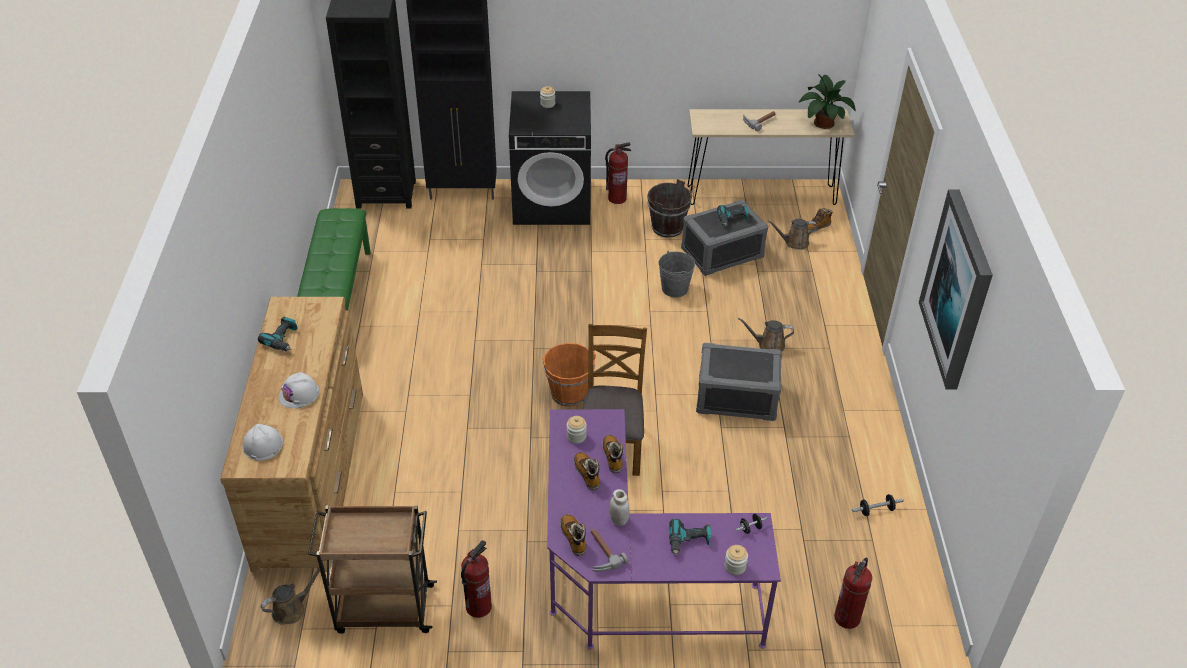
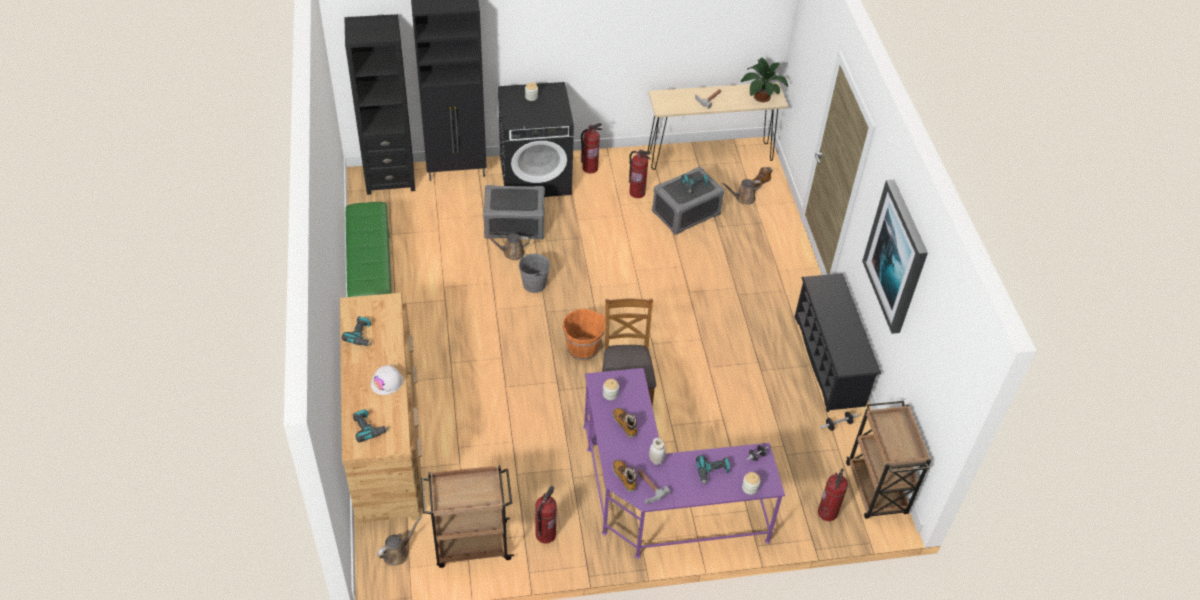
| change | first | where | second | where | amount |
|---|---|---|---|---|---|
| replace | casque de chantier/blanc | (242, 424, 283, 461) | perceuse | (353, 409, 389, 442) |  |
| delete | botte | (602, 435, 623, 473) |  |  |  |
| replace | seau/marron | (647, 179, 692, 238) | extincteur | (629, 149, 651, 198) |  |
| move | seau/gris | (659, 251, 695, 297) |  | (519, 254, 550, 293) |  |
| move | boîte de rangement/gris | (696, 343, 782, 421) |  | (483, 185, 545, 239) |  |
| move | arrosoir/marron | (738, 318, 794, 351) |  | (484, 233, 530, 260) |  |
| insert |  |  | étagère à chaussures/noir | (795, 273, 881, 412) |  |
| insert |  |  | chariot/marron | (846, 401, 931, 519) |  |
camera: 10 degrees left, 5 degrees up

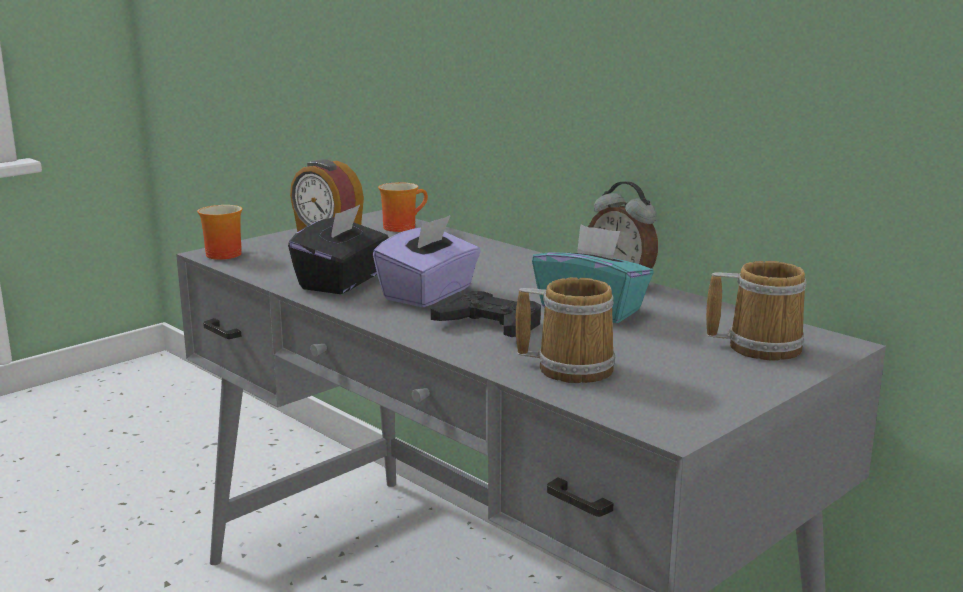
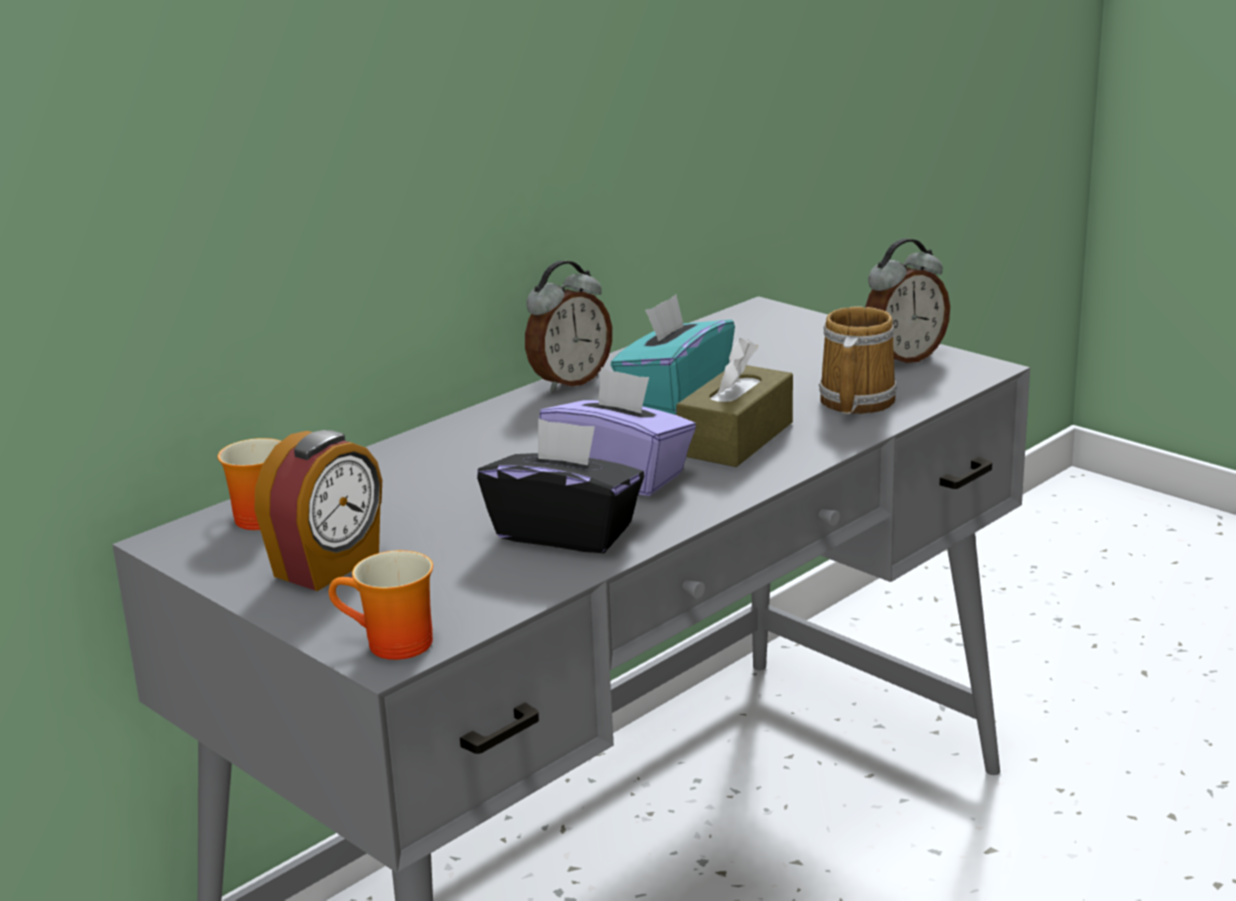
| change | first | where | second | where | amount |
|---|---|---|---|---|---|
| replace | manette/noir | (431, 291, 541, 337) | boîte à mouchoirs/marron | (676, 338, 793, 467) |  |
| delete | mug | (706, 261, 806, 361) |  |  |  |
| insert |  |  | réveil | (865, 238, 950, 363) |  |
camera: 90 degrees left, 5 degrees up

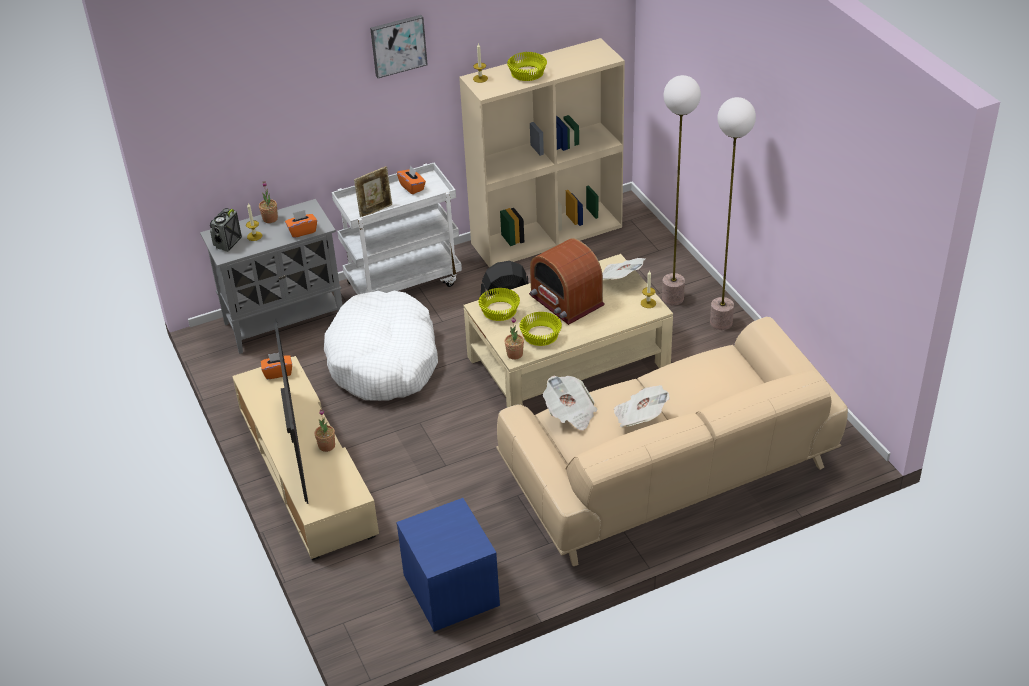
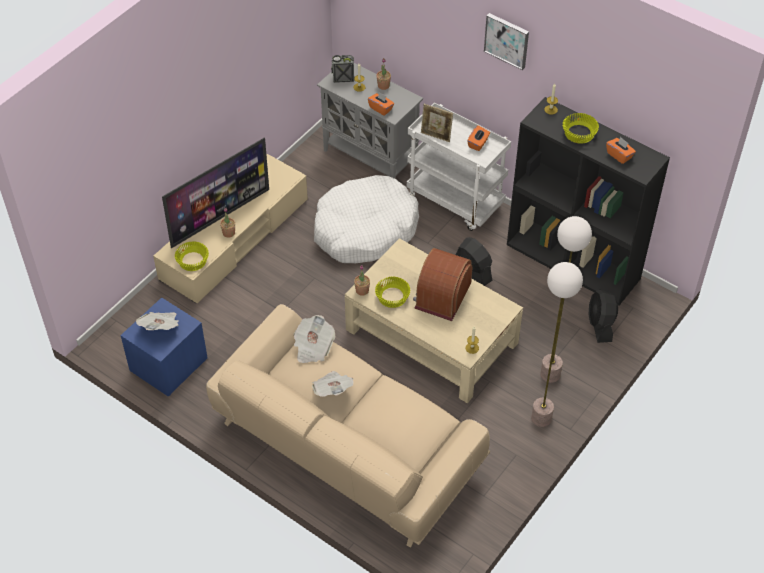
| change | first | where | second | where | amount |
|---|---|---|---|---|---|
| move | boîte à mouchoirs/orange | (261, 353, 292, 379) |  | (606, 137, 636, 164) |  |
| recolor | bibliothèque/beige | (459, 38, 625, 267) | bibliothèque/noir | (507, 97, 670, 306) |  |
| move | bol/jaune | (479, 288, 520, 321) |  | (175, 241, 209, 271) |  |
| move | journal | (602, 258, 646, 279) |  | (136, 312, 179, 330) |  |
| insert |  |  | ventilateur/noir | (589, 289, 618, 343) |  |
camera: 60 degrees right, 10 degrees up

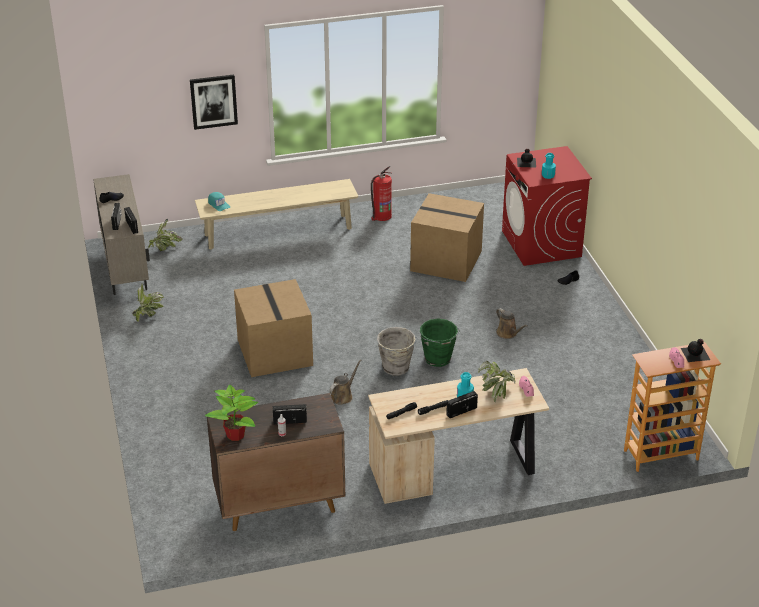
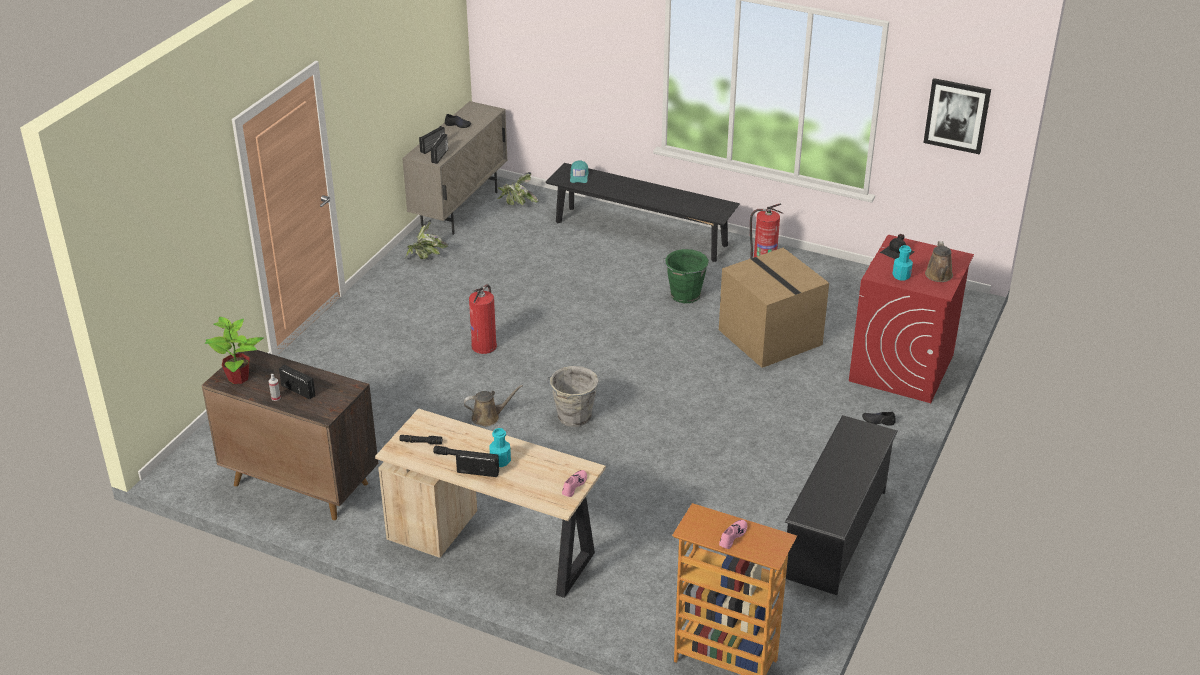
| change | first | where | second | where | amount |
|---|---|---|---|---|---|
| move | tableau | (190, 75, 238, 130) |  | (923, 78, 991, 155) |  |
| recolor | banc/beige | (195, 179, 358, 250) | banc/noir | (546, 163, 740, 262) |  |
| replace | carton | (234, 279, 313, 377) | extincteur | (469, 284, 497, 354) |  |
| move | seau/vert | (420, 318, 460, 367) |  | (663, 249, 709, 303) |  |
| delete | plante en pot | (478, 361, 515, 402) |  |  |  |
| move | arrosoir/marron | (496, 308, 528, 339) |  | (925, 241, 953, 282) |  |
| delete | bouteille/noir | (681, 339, 710, 362) |  |  |  |
| insert |  |  | étagère à chaussures/noir | (785, 415, 898, 595) |  |
camera: 40 degrees right, 0 degrees up

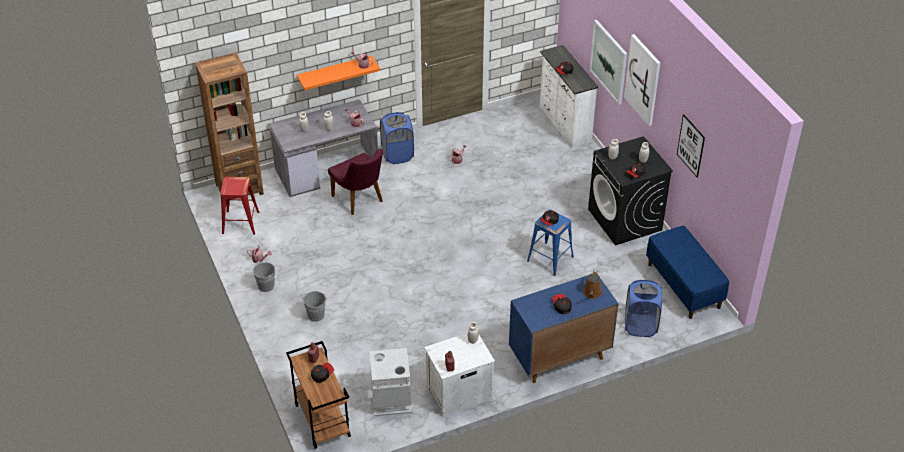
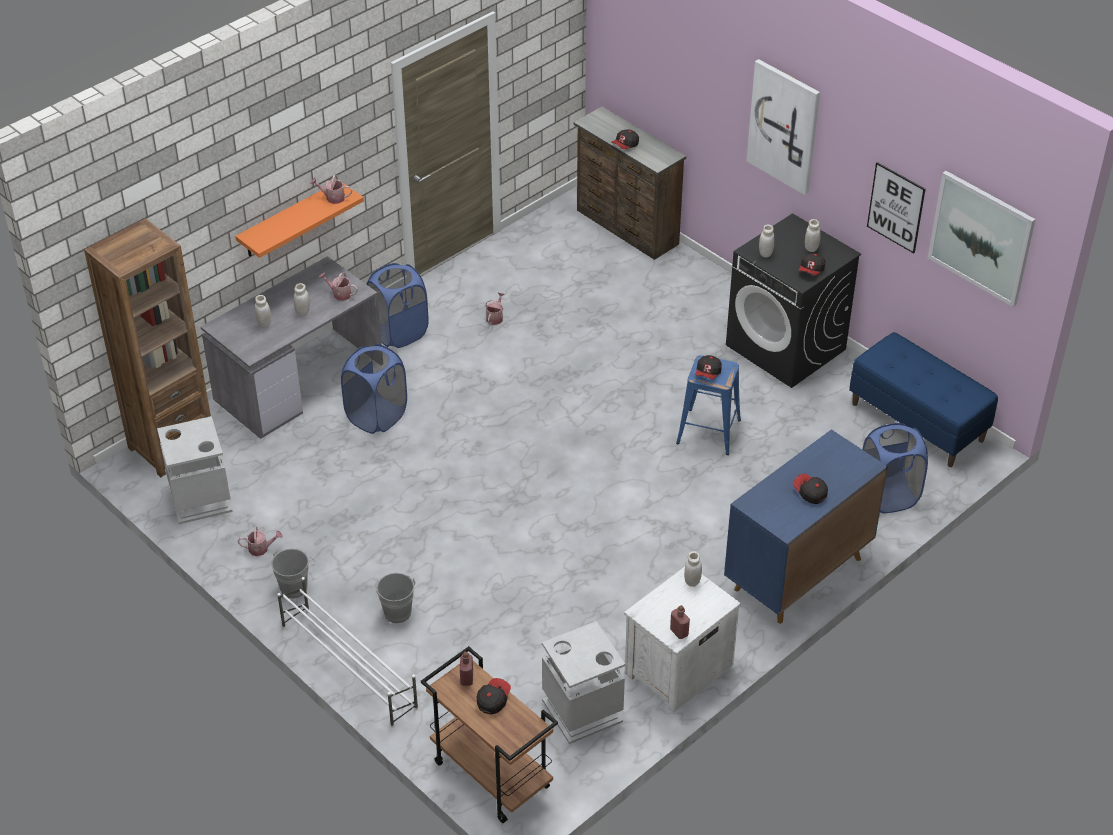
| change | first | where | second | where | amount |
|---|---|---|---|---|---|
| replace | tabouret/rouge | (220, 177, 259, 235) | poubelle/gris | (157, 416, 233, 524) |  |
| replace | chaise/violet | (328, 149, 383, 215) | panier à linge/bleu | (341, 344, 407, 434) |  |
| recolor | commode/blanc | (540, 45, 598, 147) | commode/marron | (573, 107, 686, 260) |  |
| delete | arrosoir/marron | (583, 269, 602, 299) |  |  |  |
| move | tableau | (590, 20, 627, 105) |  | (928, 171, 1036, 307) |  |
| insert |  |  | étagère à chaussures/blanc | (277, 577, 418, 728) |  |
camera: 20 degrees left, 0 degrees up

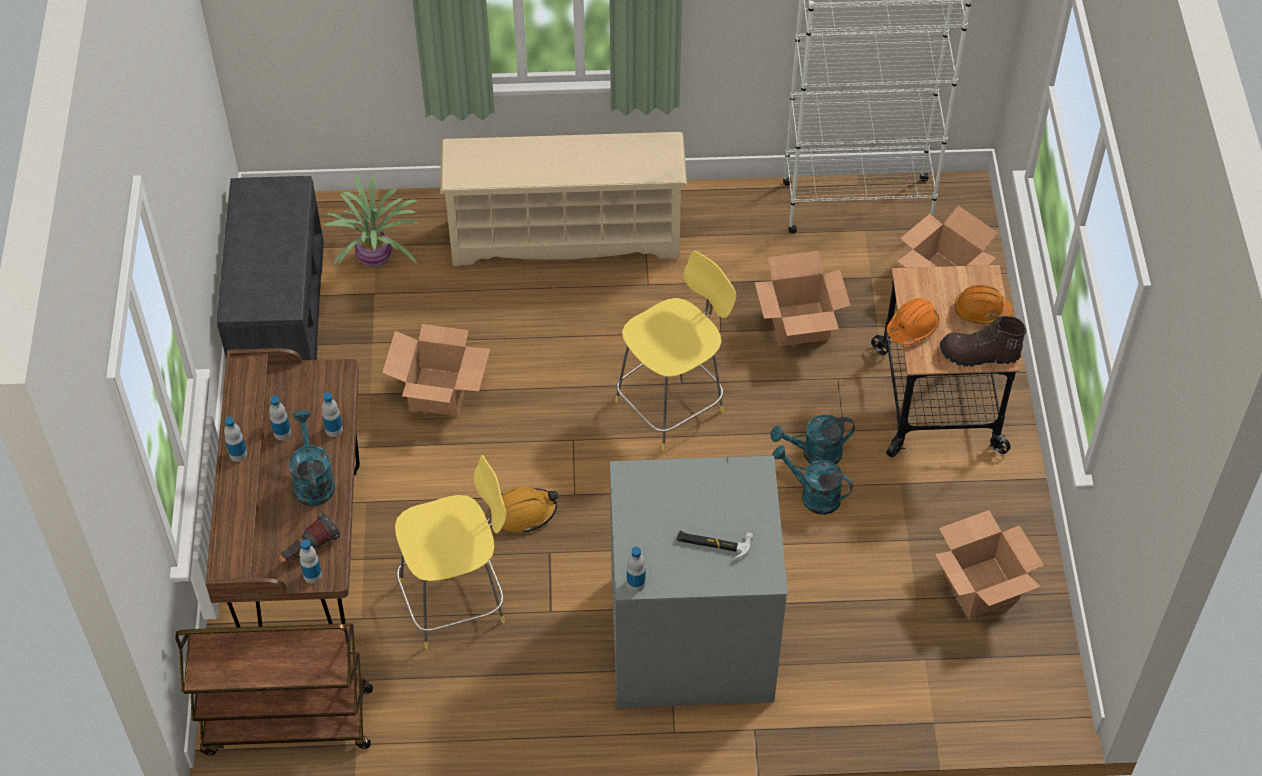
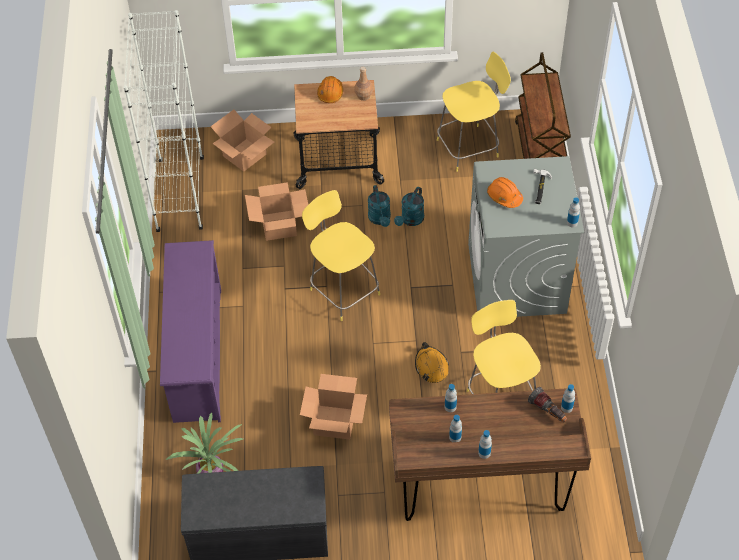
| change | first | where | second | where | amount |
|---|---|---|---|---|---|
| move | chariot/marron | (175, 623, 373, 755) |  | (515, 52, 571, 159) |  |
| delete | arrosoir/turquoise | (289, 410, 335, 506) |  |  |  |
| recolor | étagère à chaussures/beige | (440, 132, 687, 266) | étagère à chaussures/violet | (160, 240, 221, 423) |  |
| move | casque de chantier/orange | (887, 298, 939, 345) |  | (487, 177, 523, 208) |  |
| replace | carton | (935, 510, 1044, 618) | tabouret/jaune | (437, 52, 511, 172) |  |
| replace | botte/marron | (940, 316, 1026, 367) | bouteille/marron | (354, 67, 373, 101) |  |
camera: 90 degrees left, 0 degrees up

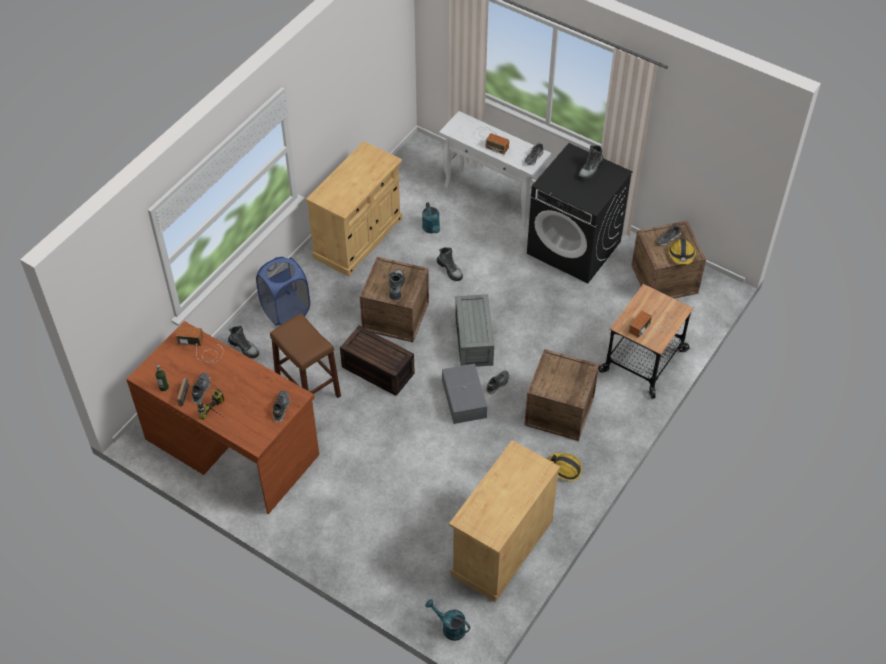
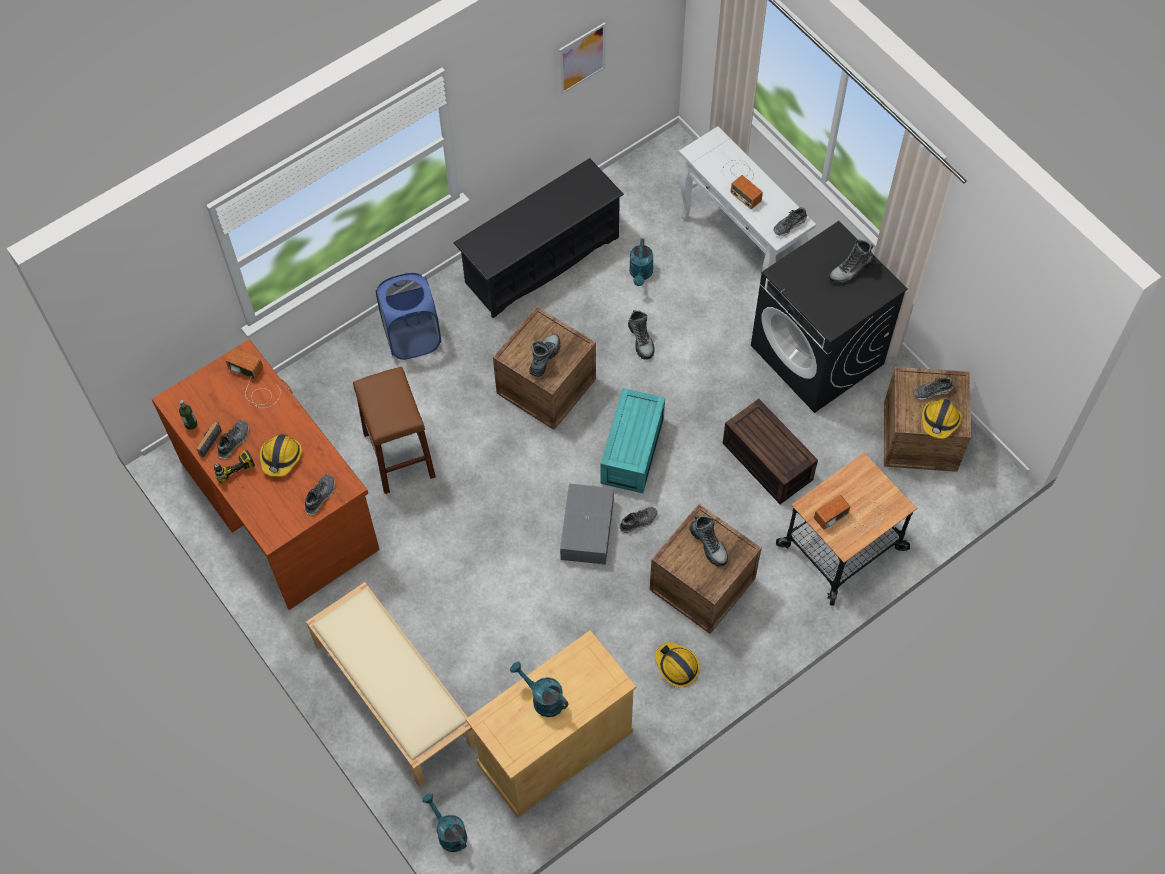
| change | first | where | second | where | amount |
|---|---|---|---|---|---|
| move | botte | (228, 326, 259, 359) |  | (690, 515, 728, 567) |  |
| replace | meuble de rangement/beige | (306, 141, 402, 277) | étagère à chaussures/noir | (453, 158, 624, 318) |  |
| move | boîte de rangement/marron | (340, 326, 415, 396) |  | (723, 399, 818, 504) |  |
| recolor | boîte de rangement/gris | (455, 294, 494, 367) | boîte de rangement/turquoise | (601, 388, 665, 493) |  |
| insert |  |  | casque de chantier | (260, 434, 302, 477) |  |
| insert |  |  | banc/beige | (306, 582, 476, 787) |  |
| insert |  |  | arrosoir/turquoise | (510, 662, 569, 717) |  |
| insert |  |  | tableau | (559, 22, 606, 95) |  |
camera: 20 degrees right, 10 degrees up

